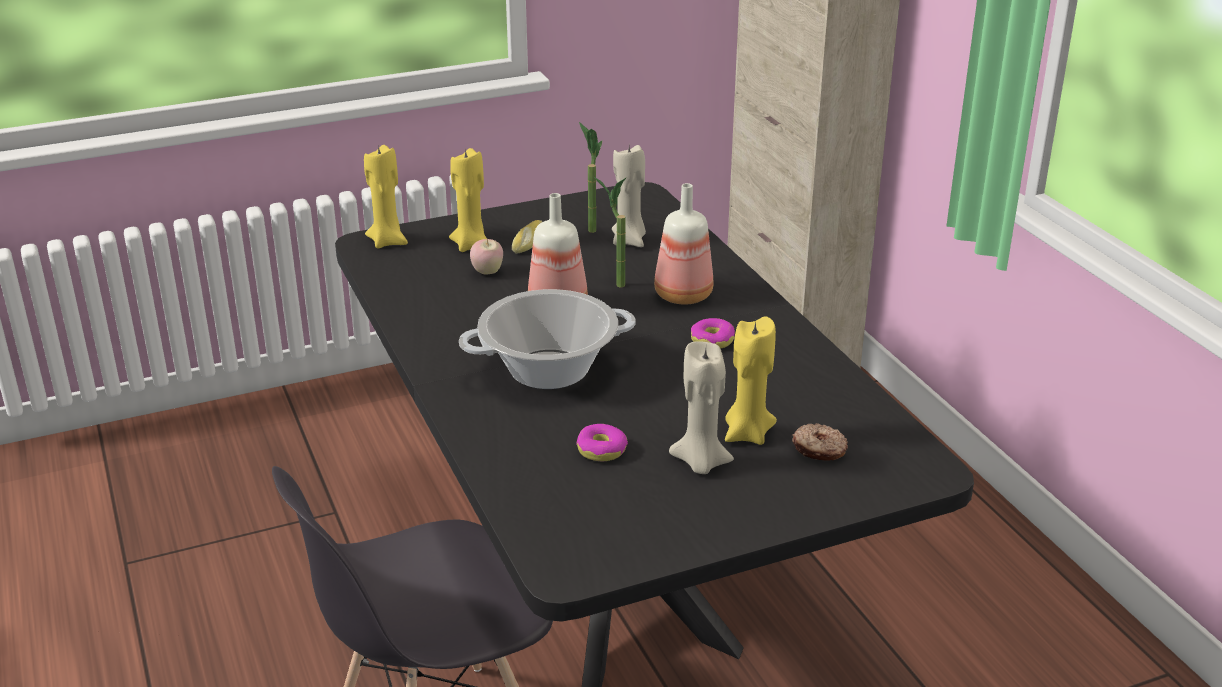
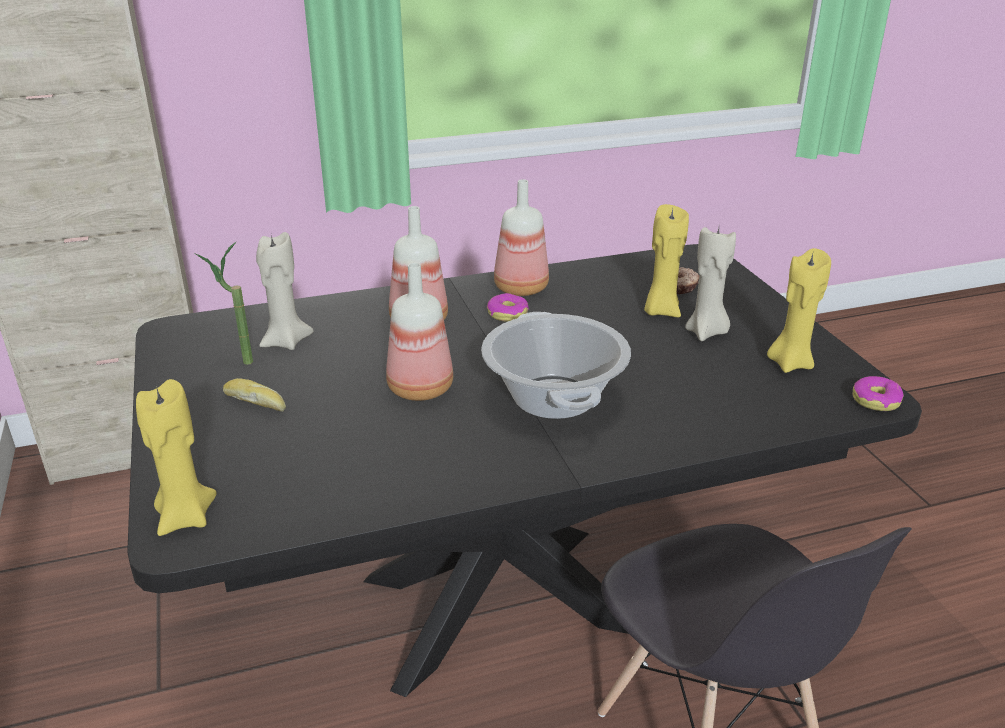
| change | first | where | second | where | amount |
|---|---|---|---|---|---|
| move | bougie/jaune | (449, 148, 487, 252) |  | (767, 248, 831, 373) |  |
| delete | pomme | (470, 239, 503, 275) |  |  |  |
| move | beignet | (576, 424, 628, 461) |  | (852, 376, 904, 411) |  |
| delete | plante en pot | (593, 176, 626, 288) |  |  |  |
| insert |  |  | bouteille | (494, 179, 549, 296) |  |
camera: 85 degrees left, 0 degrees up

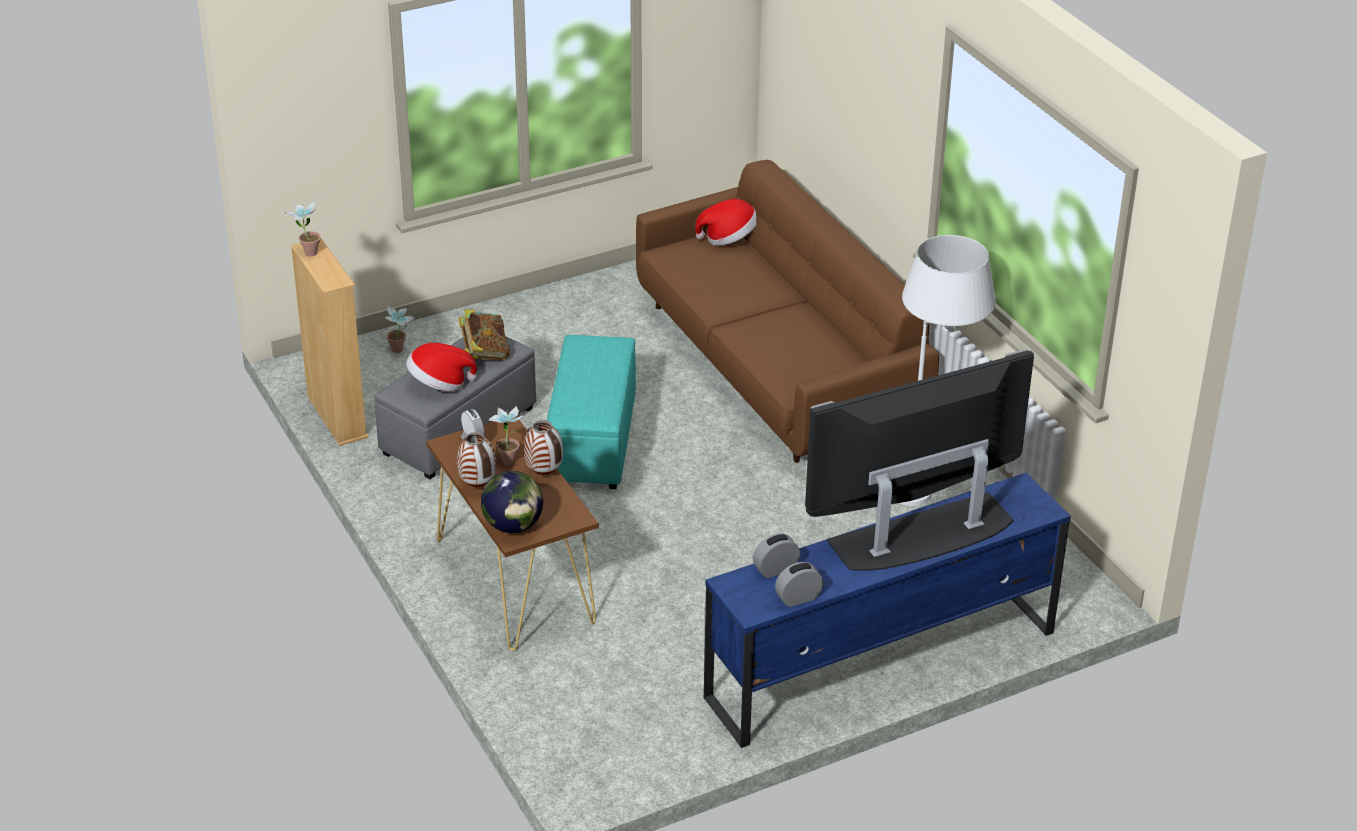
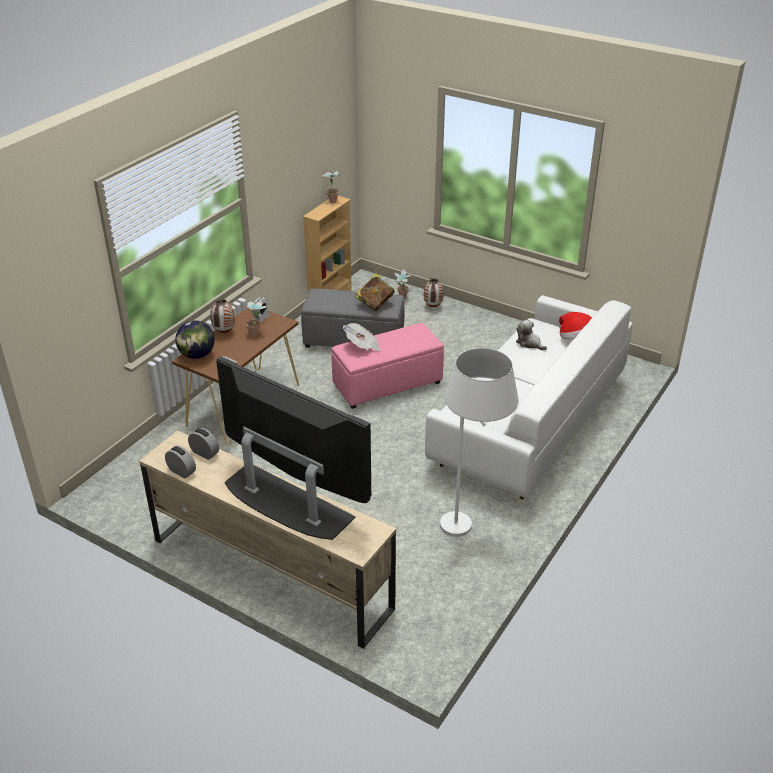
| change | first | where | second | where | amount |
|---|---|---|---|---|---|
| delete | chapeau | (406, 343, 477, 392) |  |  |  |
| move | vase | (524, 420, 563, 475) |  | (424, 278, 444, 307) |  |
| recolor | pouf/turquoise | (547, 335, 636, 489) | pouf/rose | (331, 323, 444, 409) |  |
| recolor | canapé/marron | (636, 160, 939, 463) | canapé/blanc | (425, 295, 632, 500) |  |
| recolor | meuble télé/bleu | (704, 473, 1071, 748) | meuble télé/beige | (139, 430, 396, 649) |  |
| insert |  |  | journal | (343, 323, 380, 351) |  |
| insert |  |  | peluche | (516, 320, 547, 350) |  |
camera: 60 degrees right, 0 degrees up

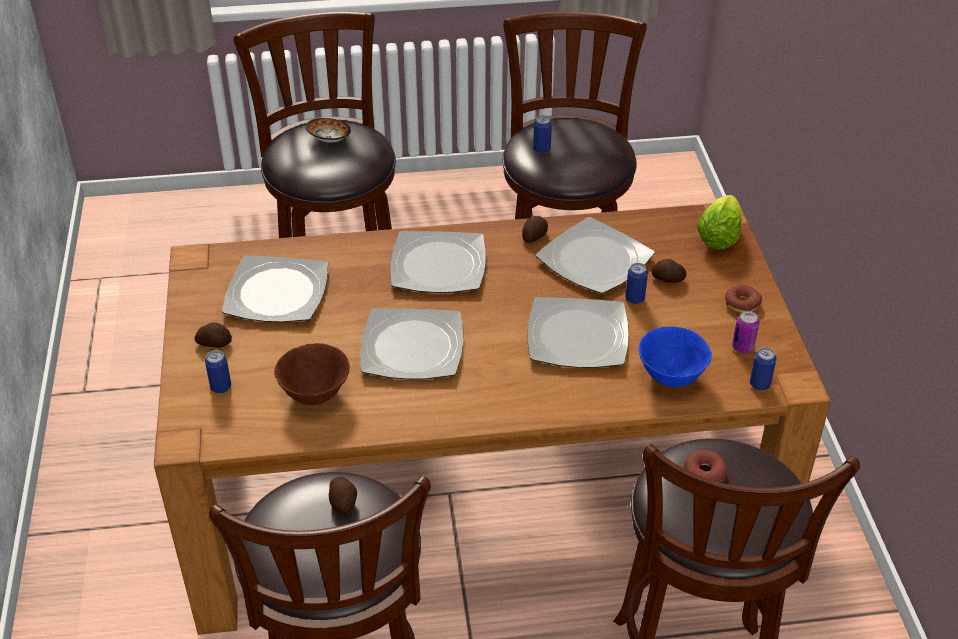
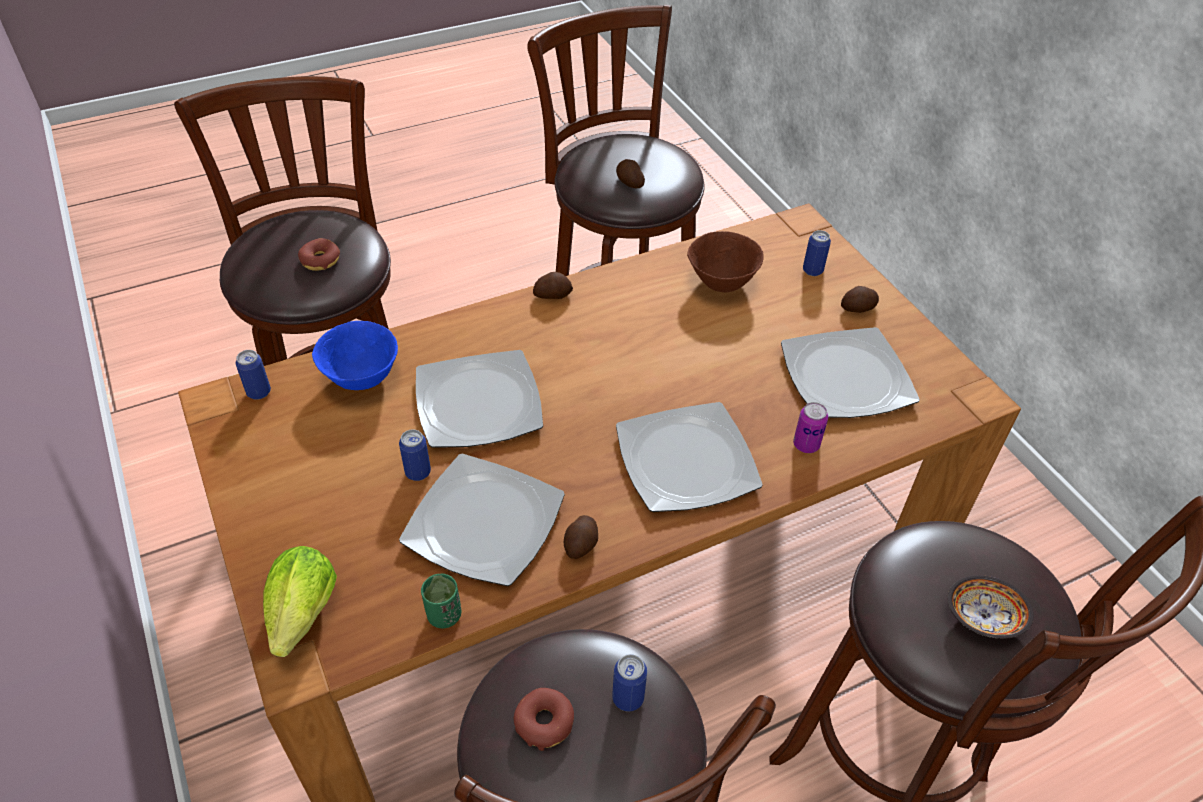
| change | first | where | second | where | amount |
|---|---|---|---|---|---|
| delete | assiette | (360, 308, 463, 379) |  |  |  |
| move | pomme de terre | (651, 259, 686, 283) |  | (533, 272, 573, 299) |  |
| move | beignet | (725, 285, 762, 313) |  | (514, 688, 574, 751) |  |
| move | boîte métallique | (732, 311, 760, 353) |  | (793, 402, 828, 453) |  |
| insert |  |  | tasse/vert | (421, 574, 462, 628) |  |
camera: 160 degrees right, 5 degrees up

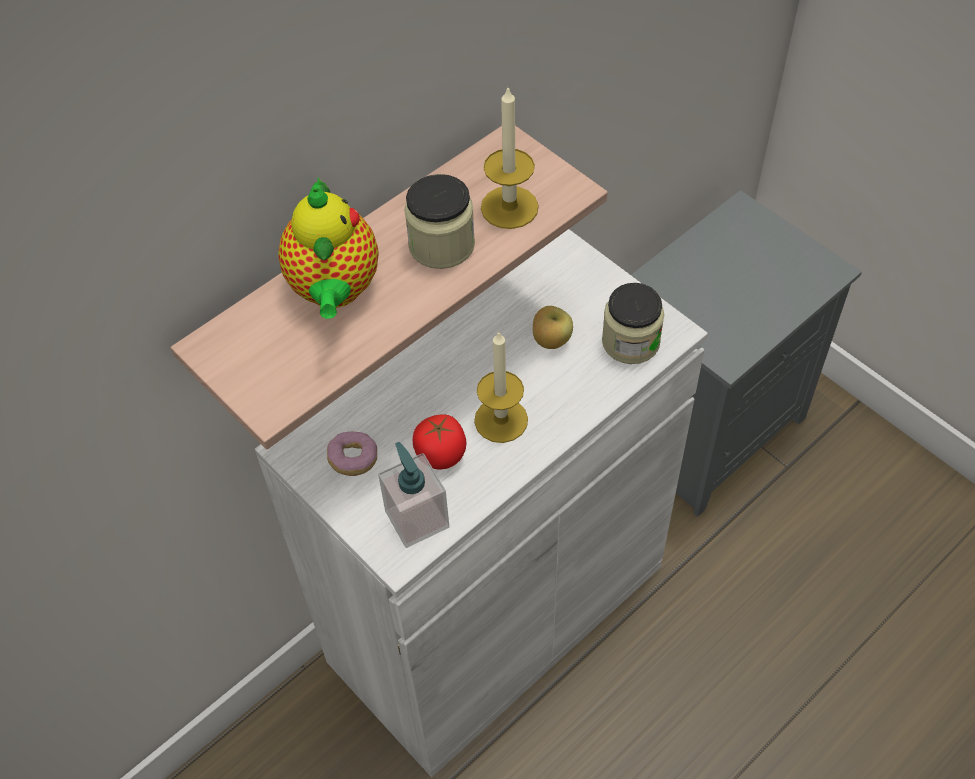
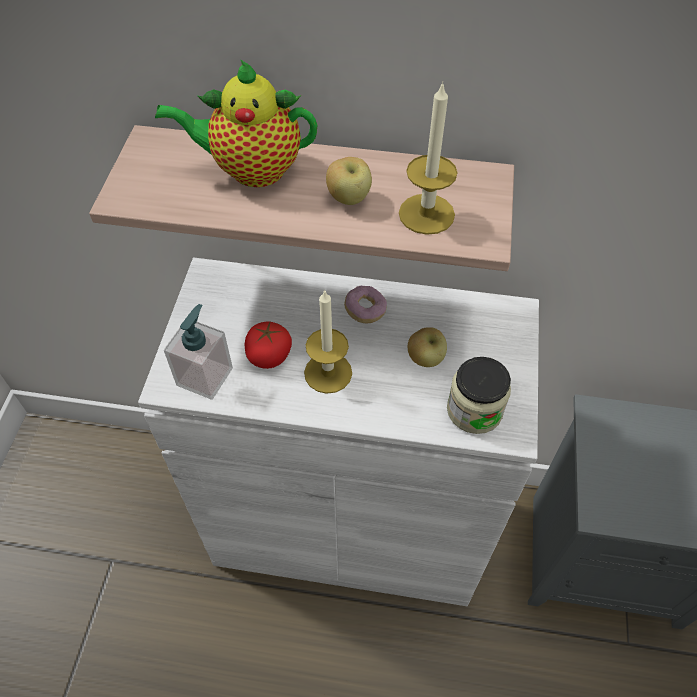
| change | first | where | second | where | amount |
|---|---|---|---|---|---|
| rotate | théière | (278, 177, 378, 319) |  | (155, 59, 317, 187) | 45 degrees clockwise |
| move | beignet | (327, 431, 377, 476) |  | (344, 286, 387, 323) |  |
| replace | bocal | (404, 174, 475, 269) | pomme | (326, 157, 372, 205) |  |
camera: 50 degrees right, 0 degrees up

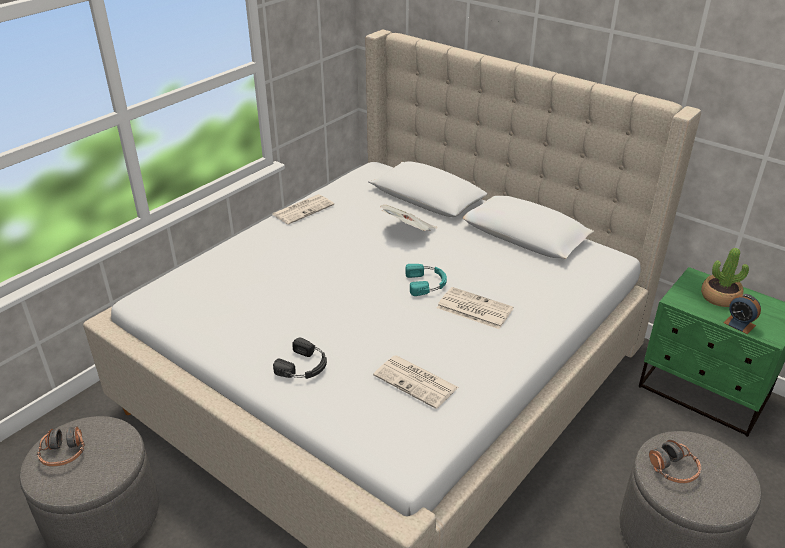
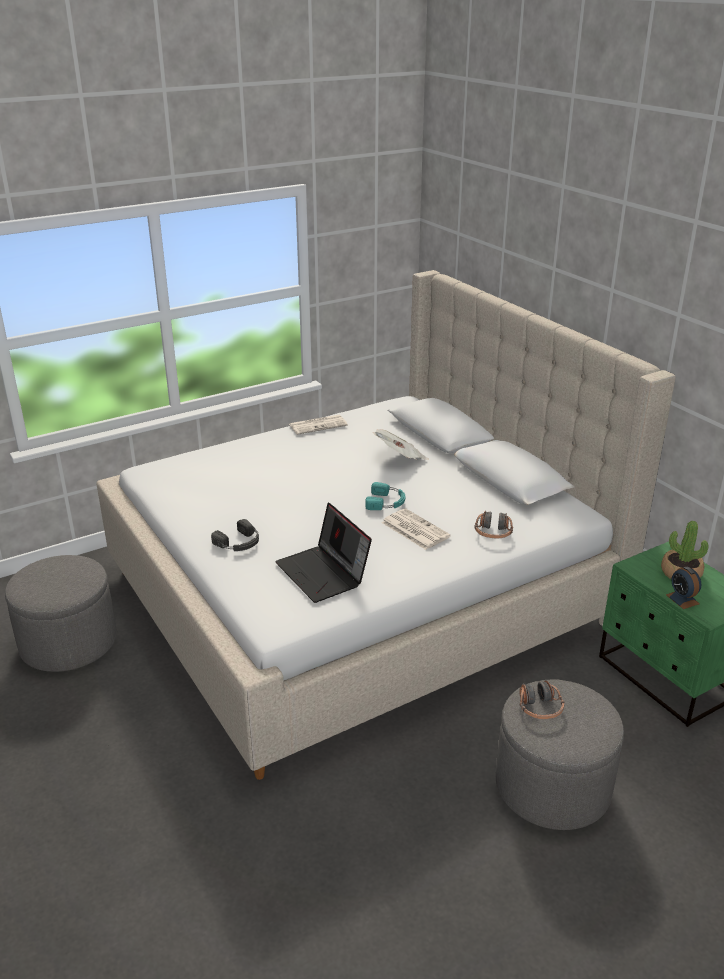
| change | first | where | second | where | amount |
|---|---|---|---|---|---|
| move | casque audio | (37, 426, 85, 467) |  | (474, 511, 513, 539) |  |
| replace | journal | (373, 355, 459, 409) | ordinateur portable | (275, 502, 372, 603) |  |
camera: 20 degrees right, 5 degrees down

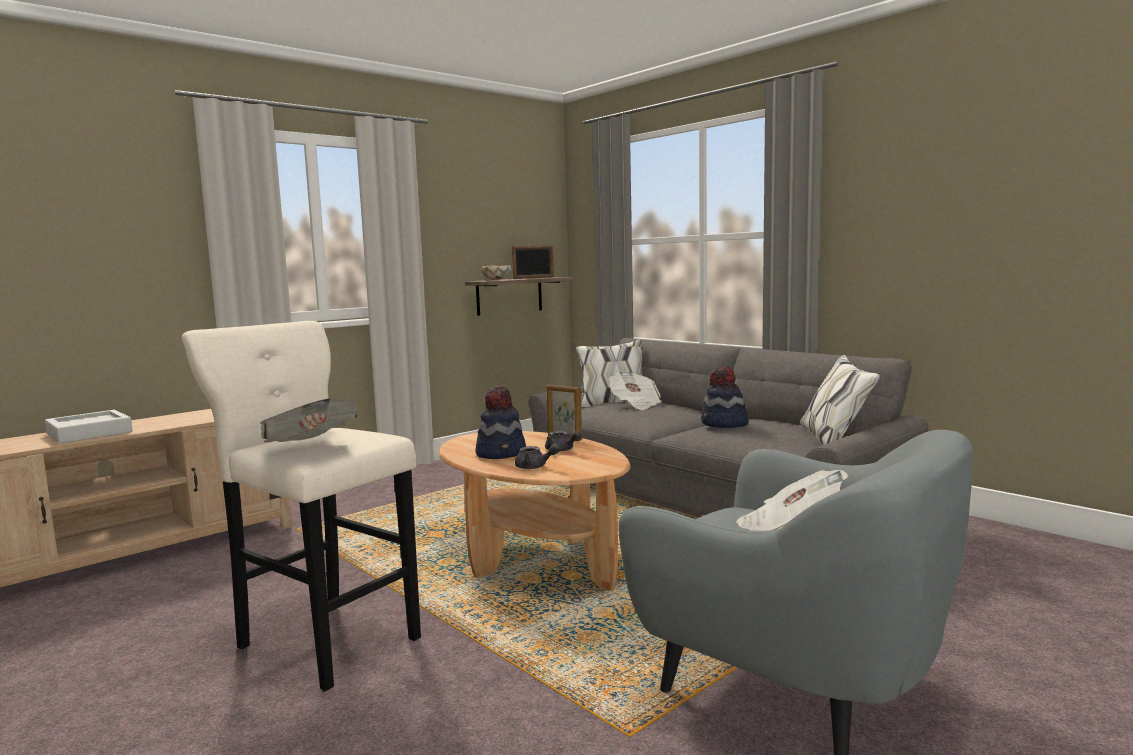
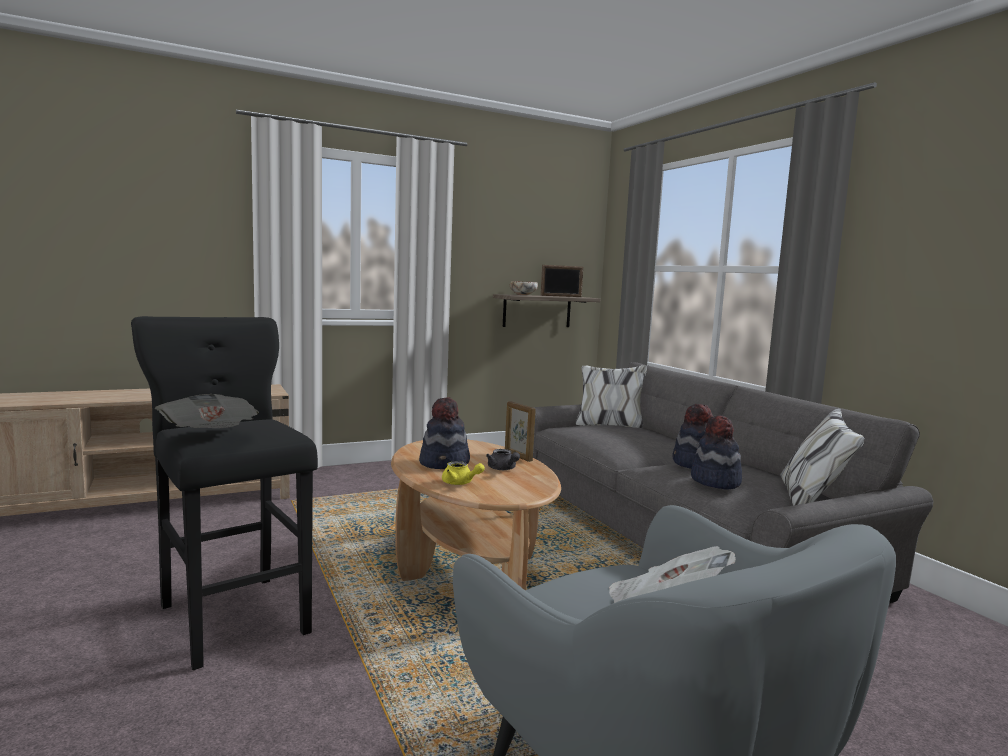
| change | first | where | second | where | amount |
|---|---|---|---|---|---|
| delete | plateau/gris | (45, 410, 133, 444) |  |  |  |
| recolor | tabouret/beige | (182, 321, 421, 692) | tabouret/noir | (131, 316, 318, 670) |  |
| recolor | théière/gris | (515, 444, 560, 469) | théière/jaune | (442, 461, 485, 485) |  |
| delete | journal | (609, 371, 662, 410) |  |  |  |
| insert |  |  | chapeau | (691, 415, 742, 490) |  |
camera: 15 degrees right, 0 degrees up

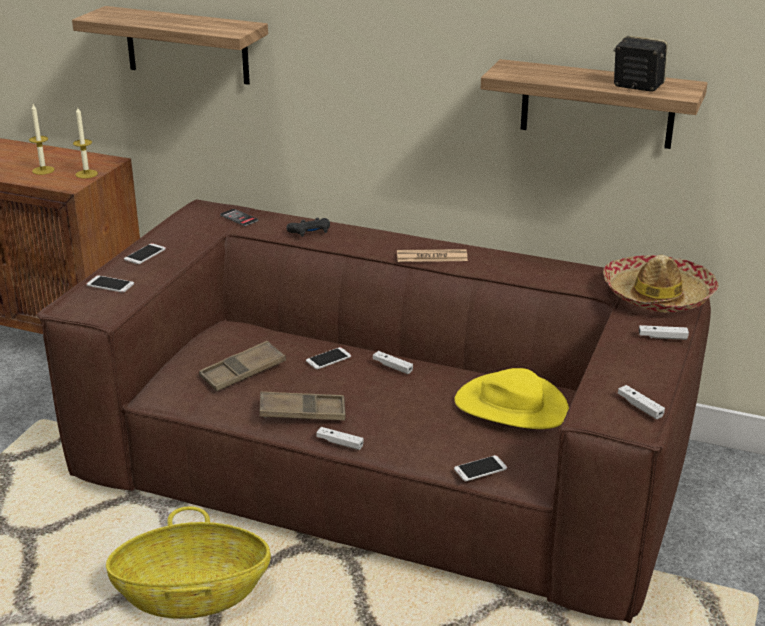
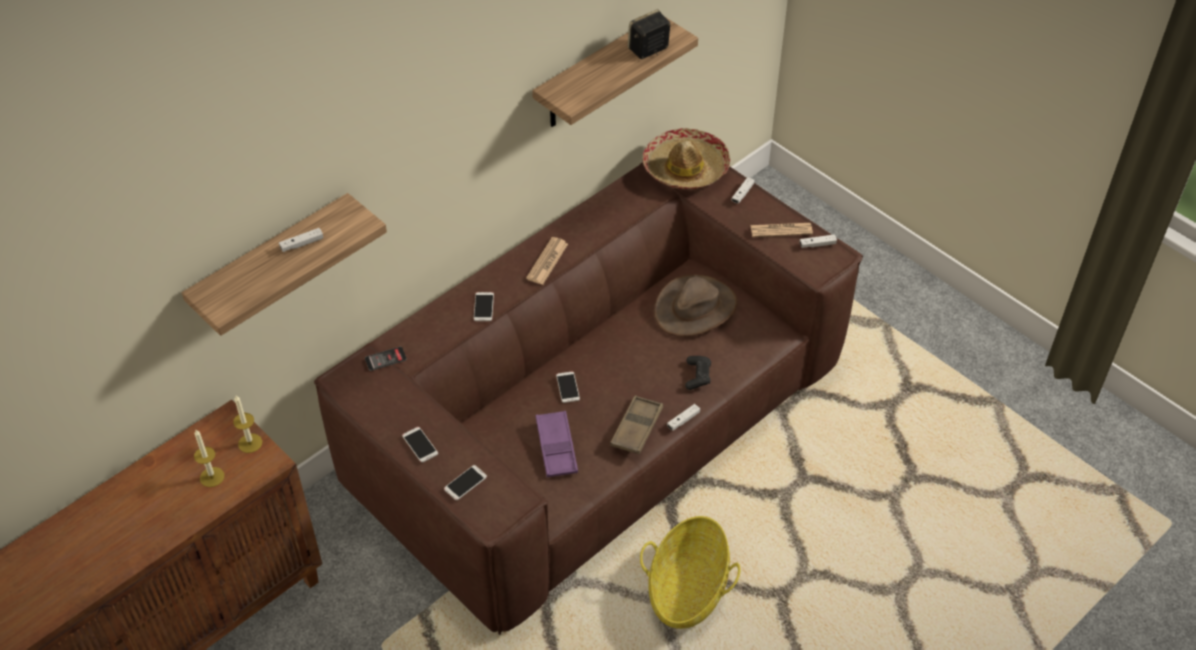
| change | first | where | second | where | amount |
|---|---|---|---|---|---|
| recolor | plateau/marron | (199, 341, 286, 391) | plateau/violet | (536, 411, 578, 477) |  |
| move | manette/noir | (286, 218, 330, 237) |  | (685, 356, 711, 390) |  |
| move | manette/blanc | (373, 351, 413, 374) |  | (279, 228, 323, 252) |  |
| recolor | chapeau/jaune | (454, 368, 569, 429) | chapeau/marron | (654, 274, 738, 337) |  |
| move | téléphone | (454, 455, 507, 481) |  | (474, 292, 494, 321) |  |
| insert |  |  | journal | (750, 223, 813, 237) |  |
camera: 65 degrees left, 20 degrees up

